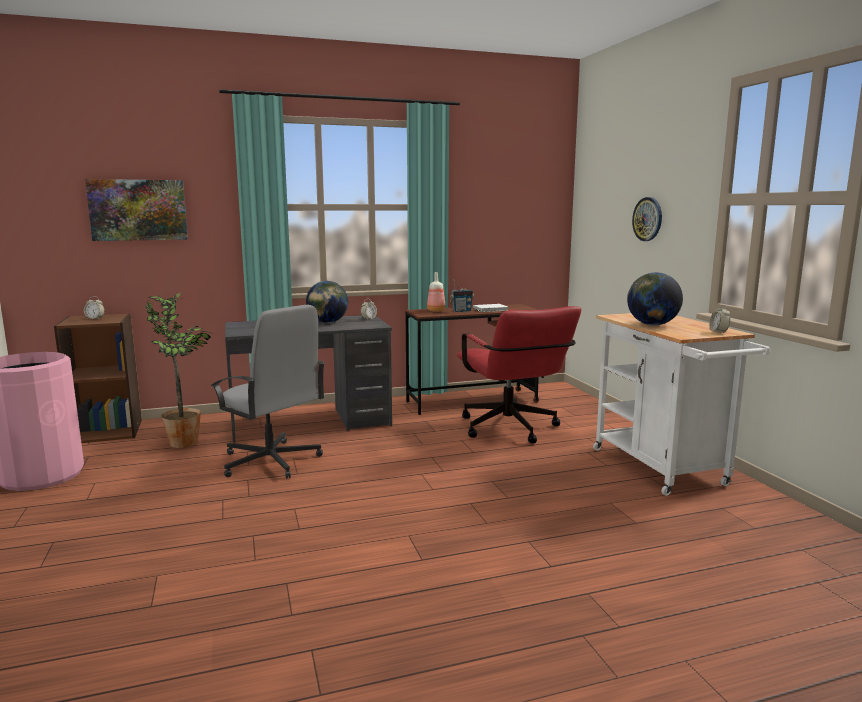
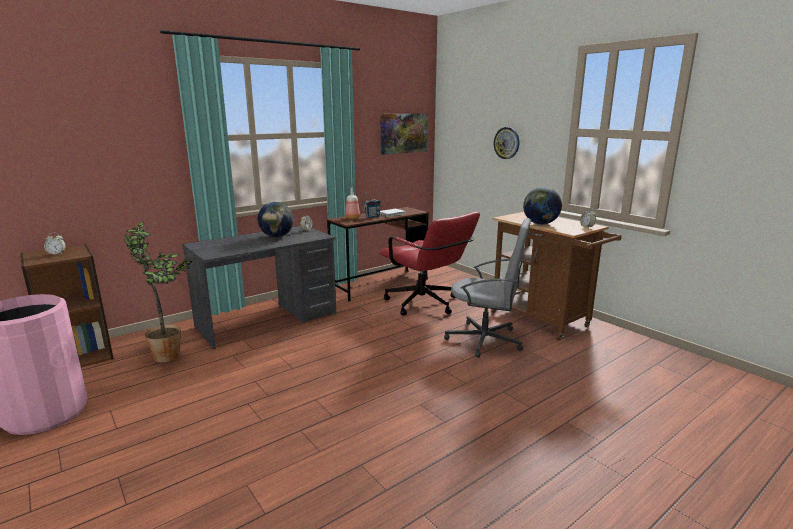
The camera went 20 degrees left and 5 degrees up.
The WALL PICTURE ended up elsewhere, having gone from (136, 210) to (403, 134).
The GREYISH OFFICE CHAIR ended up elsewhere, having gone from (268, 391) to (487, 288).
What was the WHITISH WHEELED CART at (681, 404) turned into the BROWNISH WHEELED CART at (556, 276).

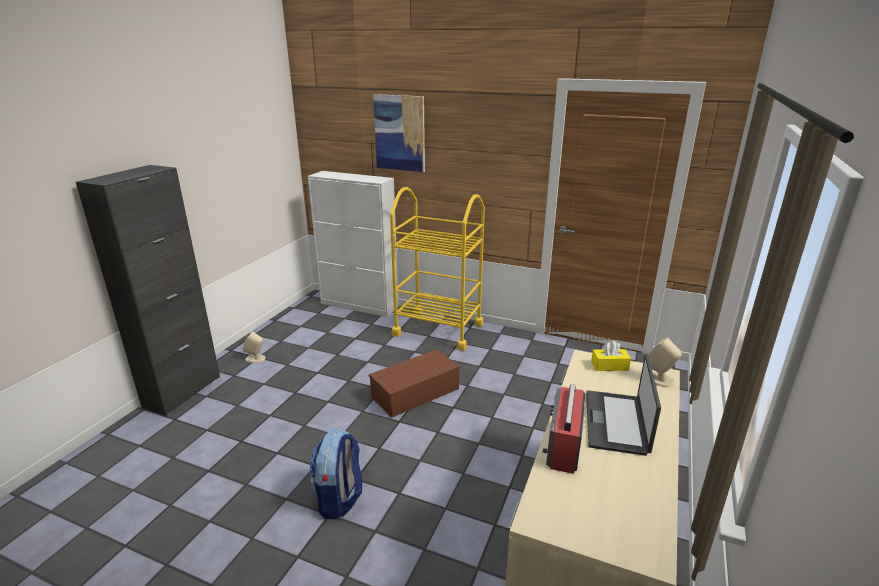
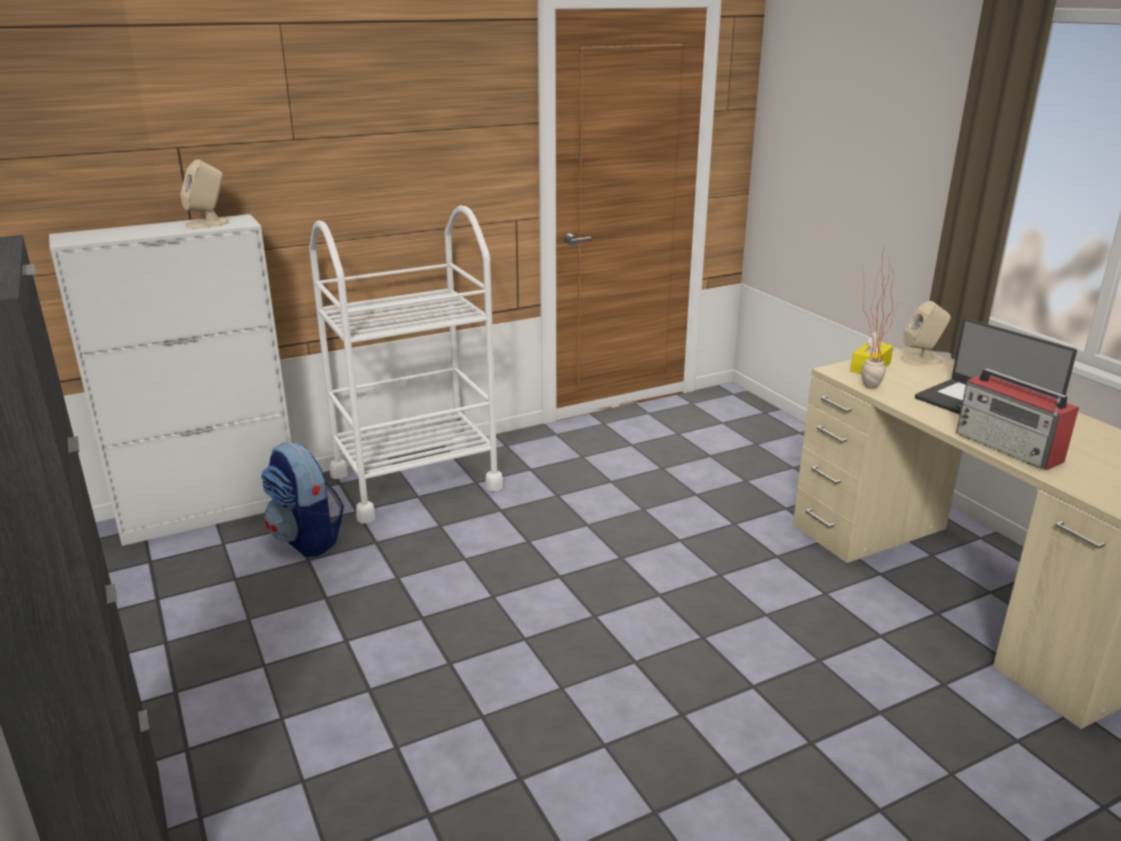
The camera went 50 degrees left and 0 degrees up.
The BEIGE-COLOURED AUDIO SPEAKER ended up elsewhere, having gone from (254, 347) to (204, 193).
The RUCKSACK ended up elsewhere, having gone from (336, 473) to (302, 499).
The second view lost the BROWNISH STORAGE BIN at (414, 383).
The second view lost the WALL PICTURE at (399, 133).
What was the YELLOW-COLOURED WHEELED CART at (437, 269) turned into the WHITISH WHEELED CART at (406, 365).
The second view gained the POTTED PLANT at (880, 319).

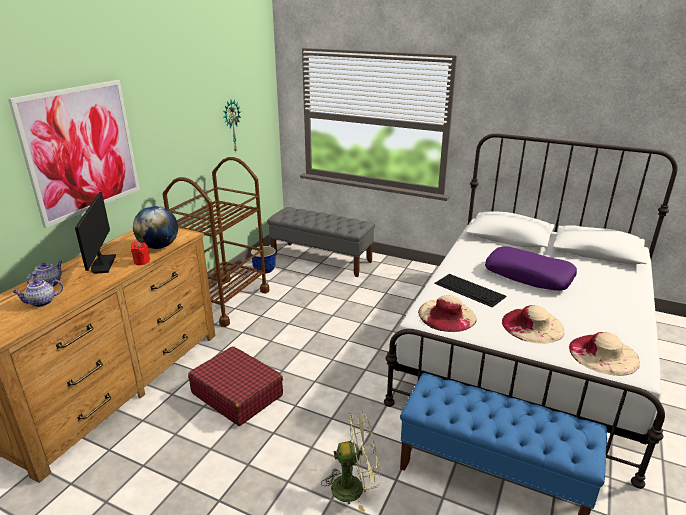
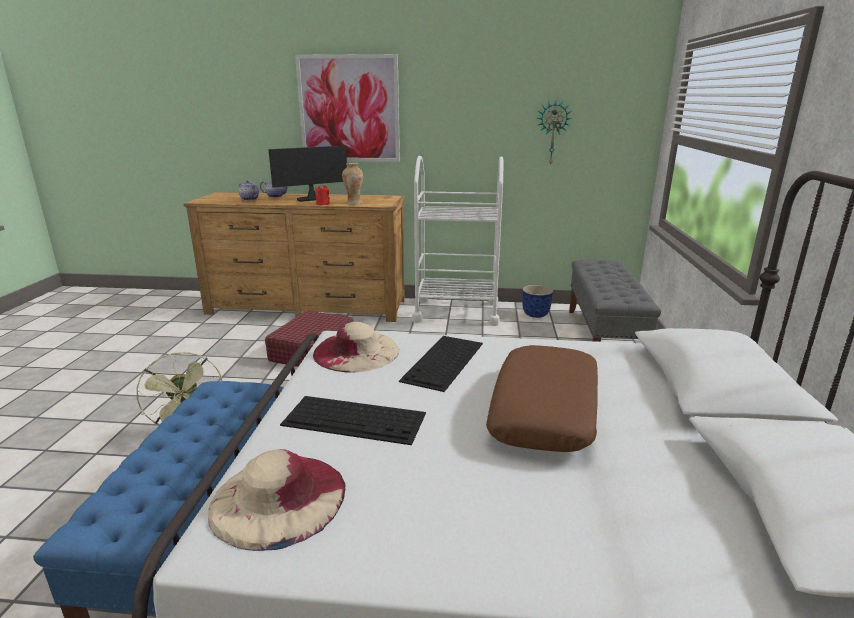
The camera went 70 degrees right and 5 degrees down.
Where the WORLD GLOBE stood at (155, 227), the VASE came to stand at (352, 184).
What was the BROWNISH WHEELED CART at (216, 242) turned into the WHITISH WHEELED CART at (457, 241).
What was the PURPLE CUSHION at (531, 268) turned into the BROWNISH CUSHION at (542, 398).
Where the BEIGE-COLOURED WEARABLE HAT stood at (533, 324), the KEYBOARD came to stand at (353, 420).

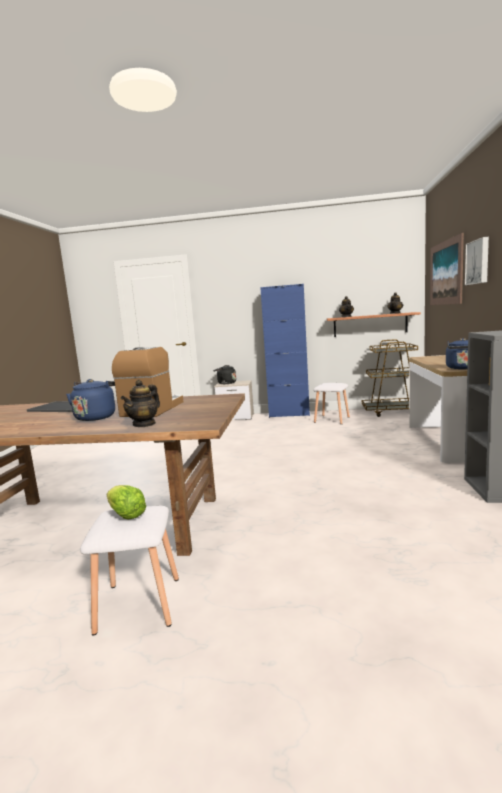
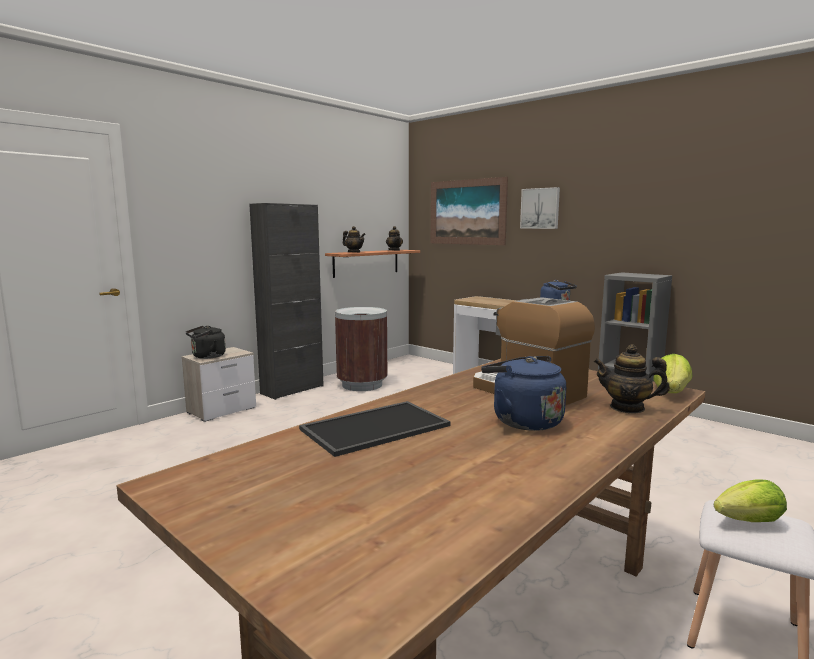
The camera went 55 degrees left and 0 degrees up.
The TEA POT at (140, 403) ended up facing another way, 135 degrees clockwise from before.
What was the BLUE-COLOURED STORAGE CABINET at (285, 351) turned into the BLACK STORAGE CABINET at (286, 301).
Where the WHITISH STOOL SEAT stood at (331, 403), the BROWNISH WASTE BIN came to stand at (361, 349).
The second view lost the BROWNISH WHEELED CART at (390, 378).
The second view gained the LETTUCE at (672, 373).

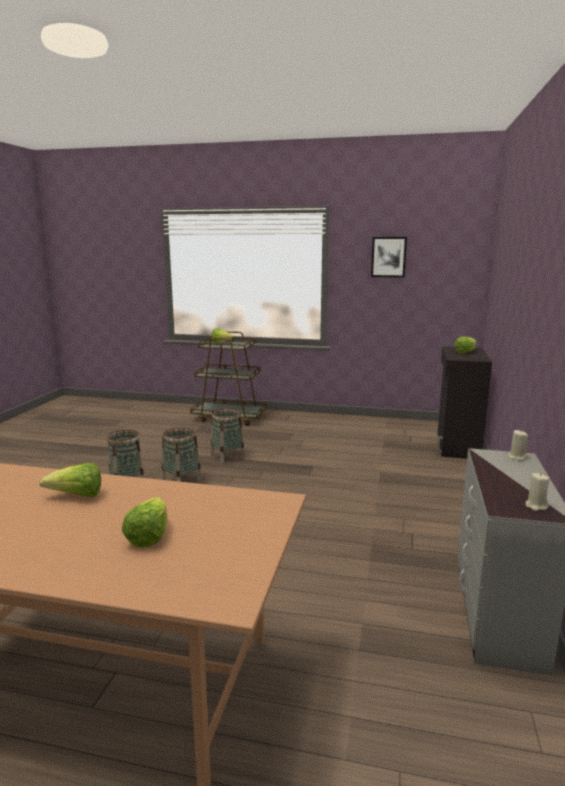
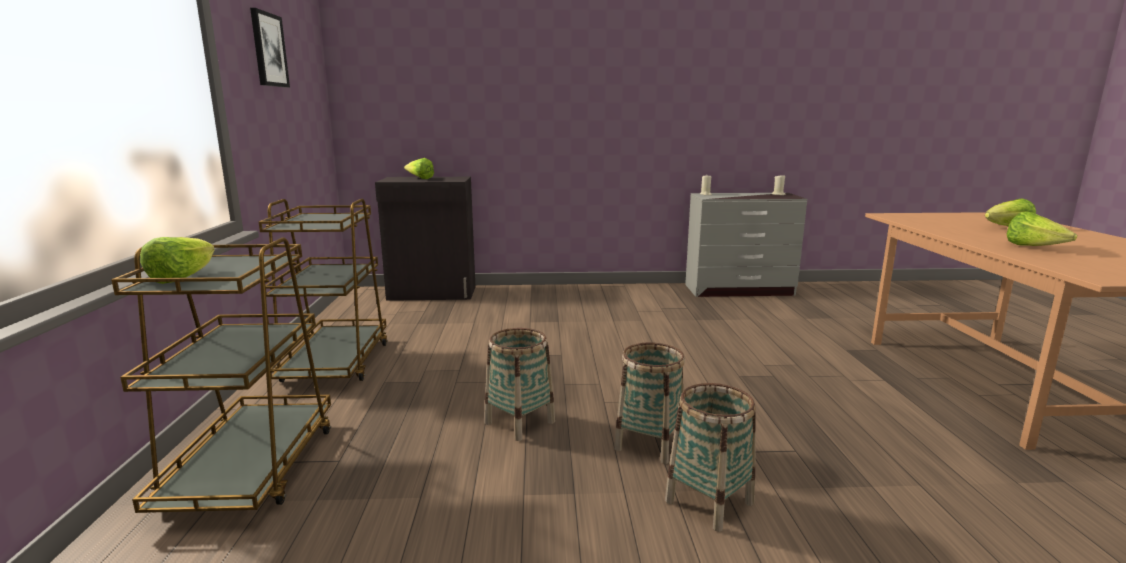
The camera went 105 degrees left and 0 degrees up.
The second view gained the BROWNISH WHEELED CART at (323, 290).

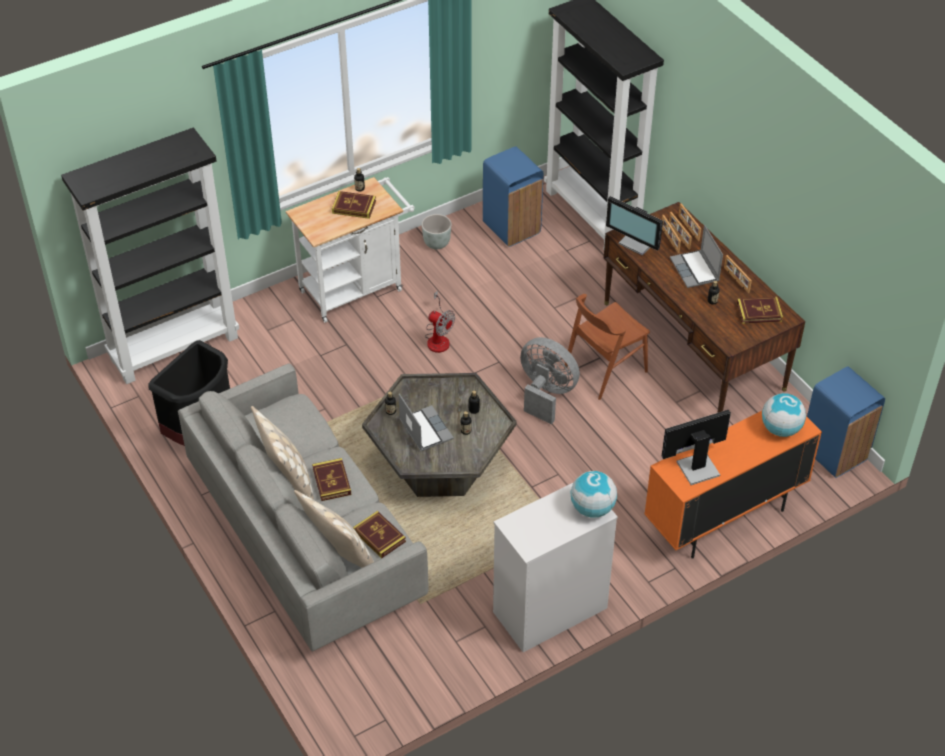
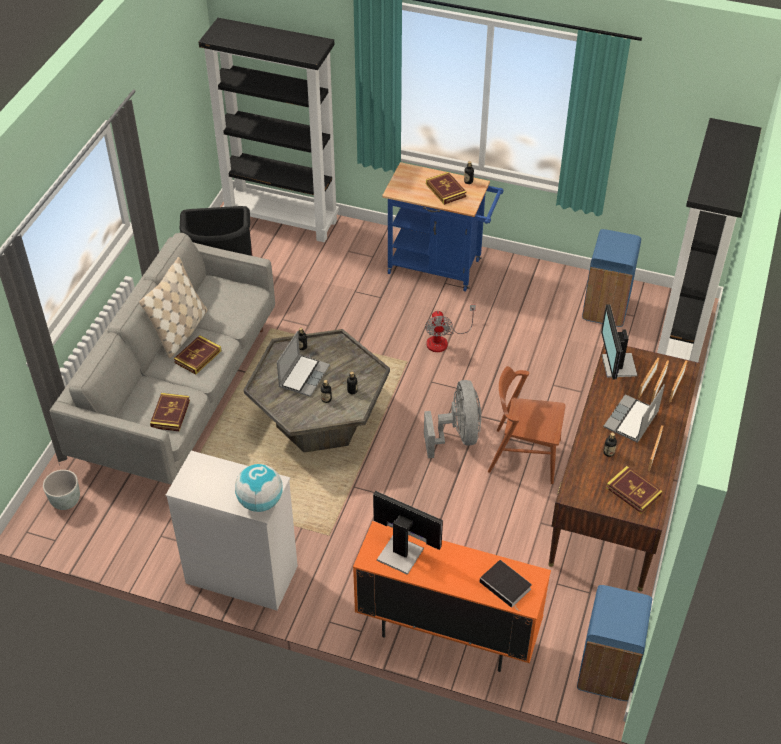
The camera went 50 degrees right and 0 degrees up.
What was the WHITISH WHEELED CART at (350, 250) turned into the BLUE-COLOURED WHEELED CART at (443, 226).
The second view lost the BEIGE-COLOURED CUSHION at (334, 529).
The GREYISH FLOWER POT ended up elsewhere, having gone from (436, 231) to (61, 490).
Where the WORLD GLOBE stood at (784, 415), the BOOK came to stand at (506, 585).

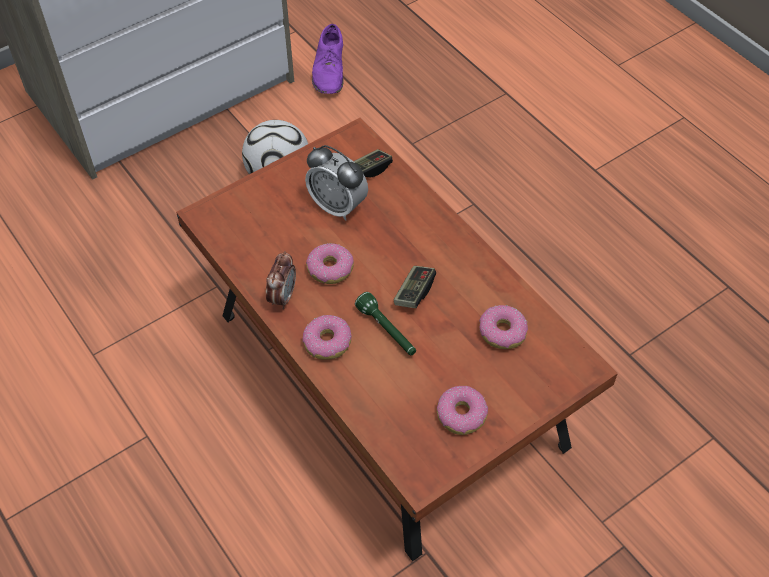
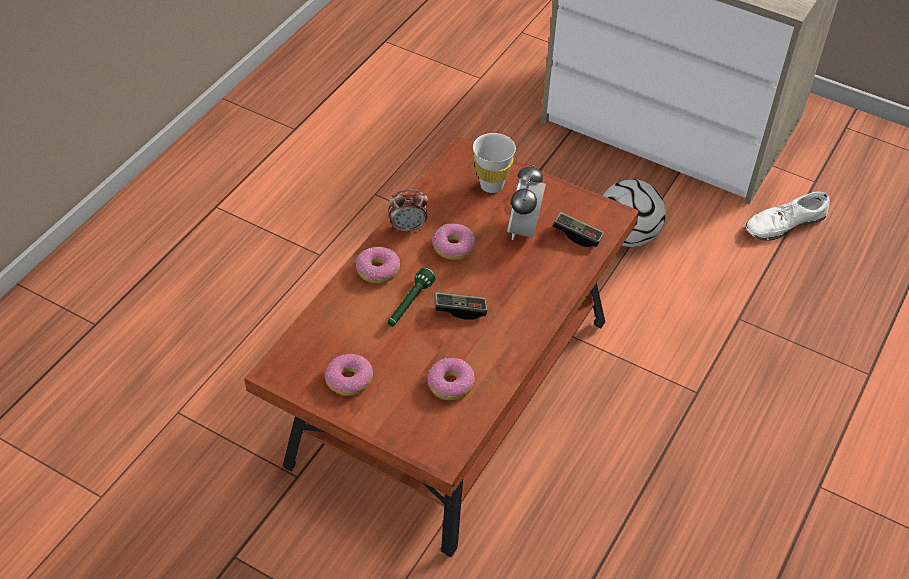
The camera went 65 degrees right and 5 degrees down.
What was the PURPLE ITEM OF FOOTWEAR at (328, 59) turned into the WHITISH ITEM OF FOOTWEAR at (787, 216).
The second view gained the WHITISH SMALL CUP at (494, 163).

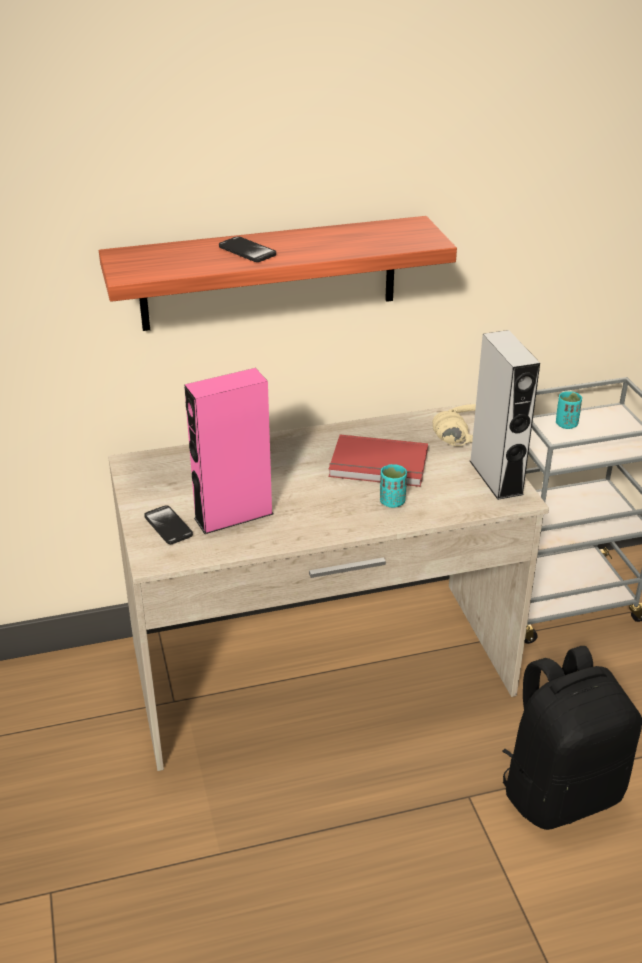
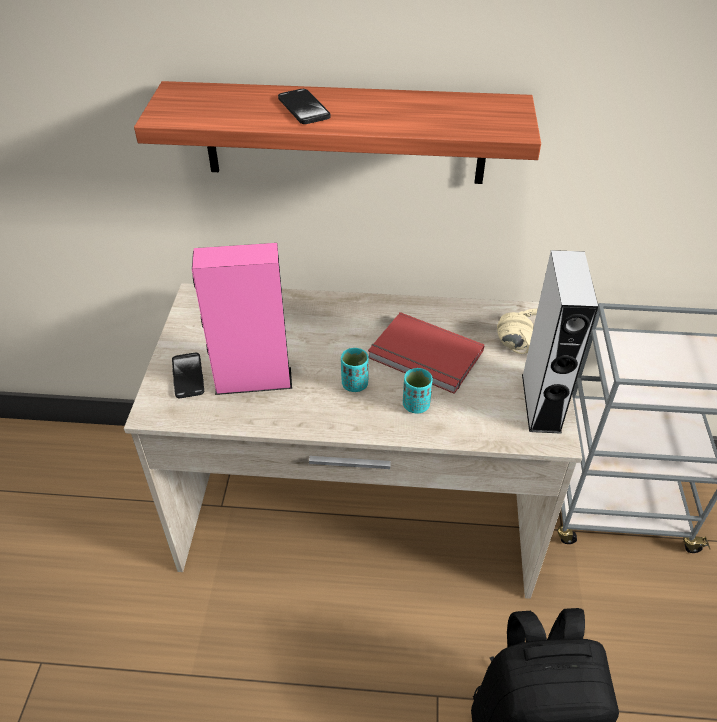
The camera went 20 degrees right and 10 degrees up.
The BLUE-GREEN SMALL CUP ended up elsewhere, having gone from (569, 410) to (355, 370).

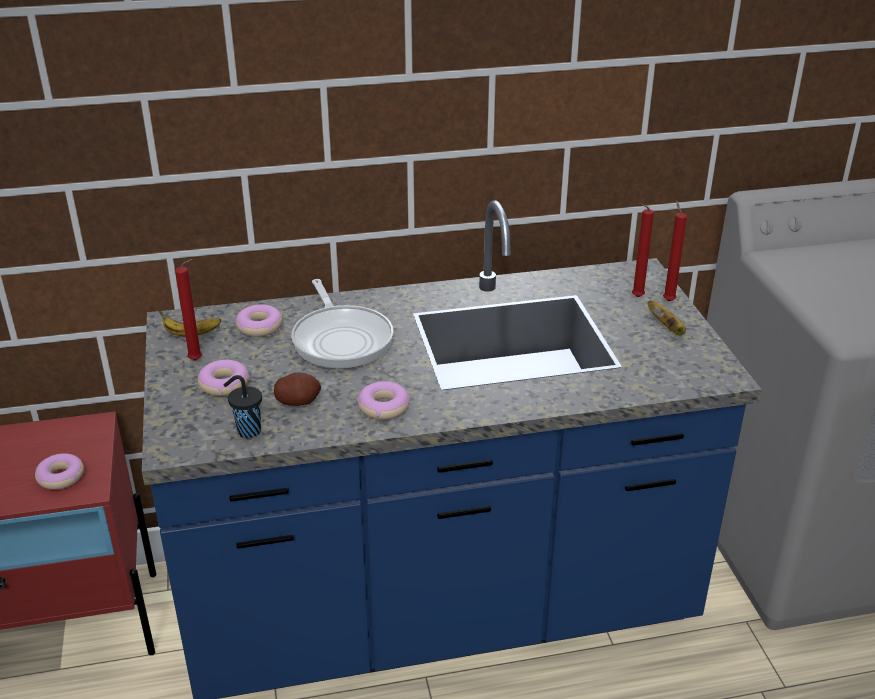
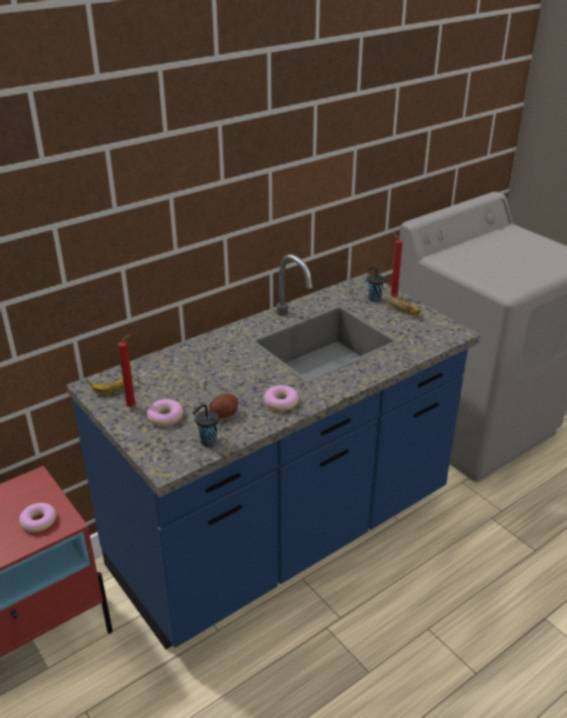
The camera went 25 degrees left and 0 degrees up.
The second view lost the DOUGHNUT at (259, 320).
The second view lost the FRYING PAN at (342, 324).
Where the RED CANDLE stood at (643, 250), the BLACK SMALL CUP came to stand at (376, 284).

